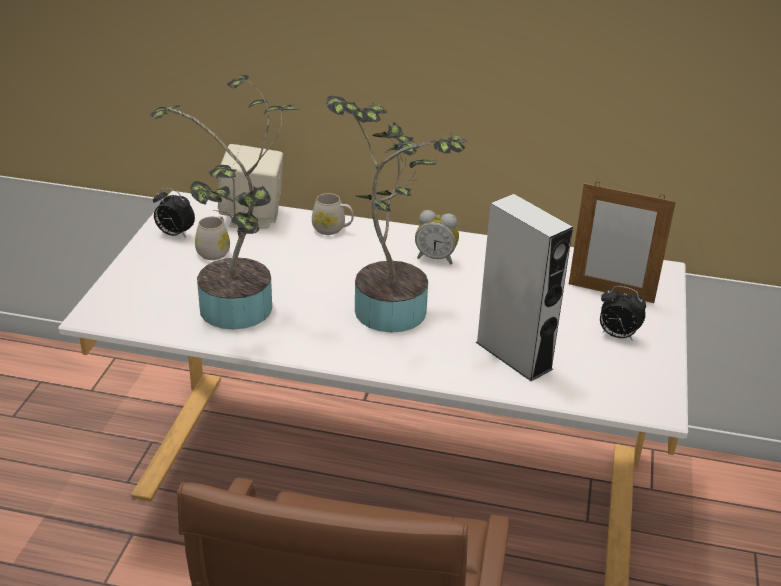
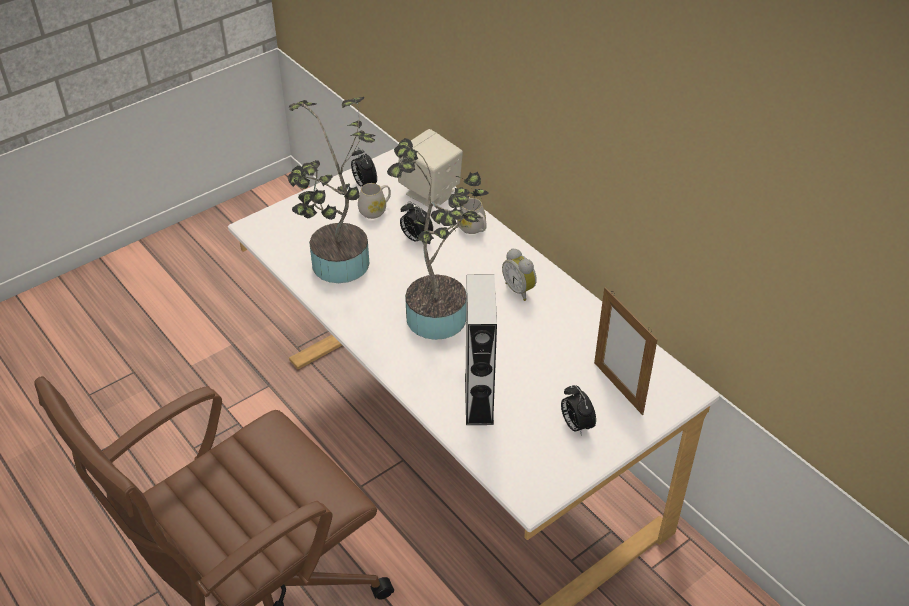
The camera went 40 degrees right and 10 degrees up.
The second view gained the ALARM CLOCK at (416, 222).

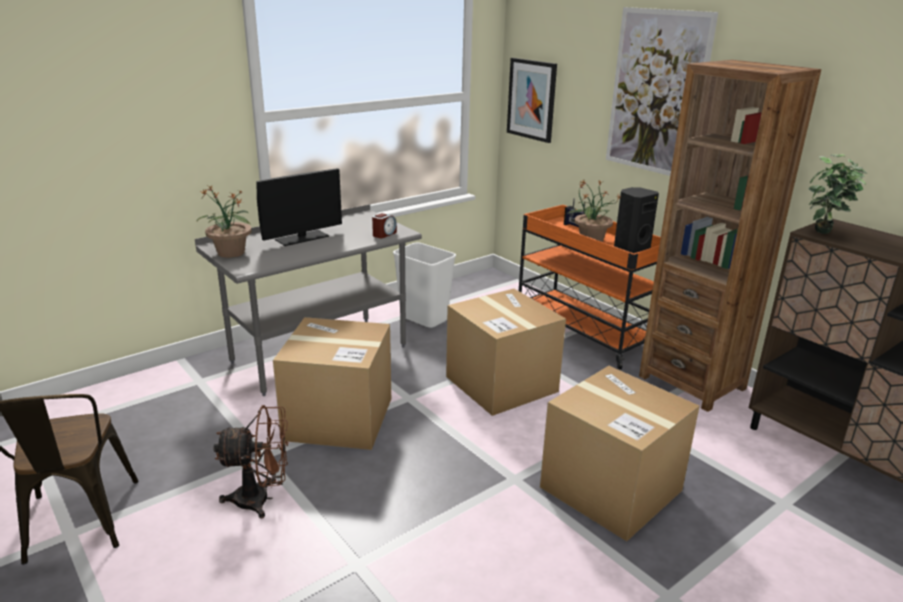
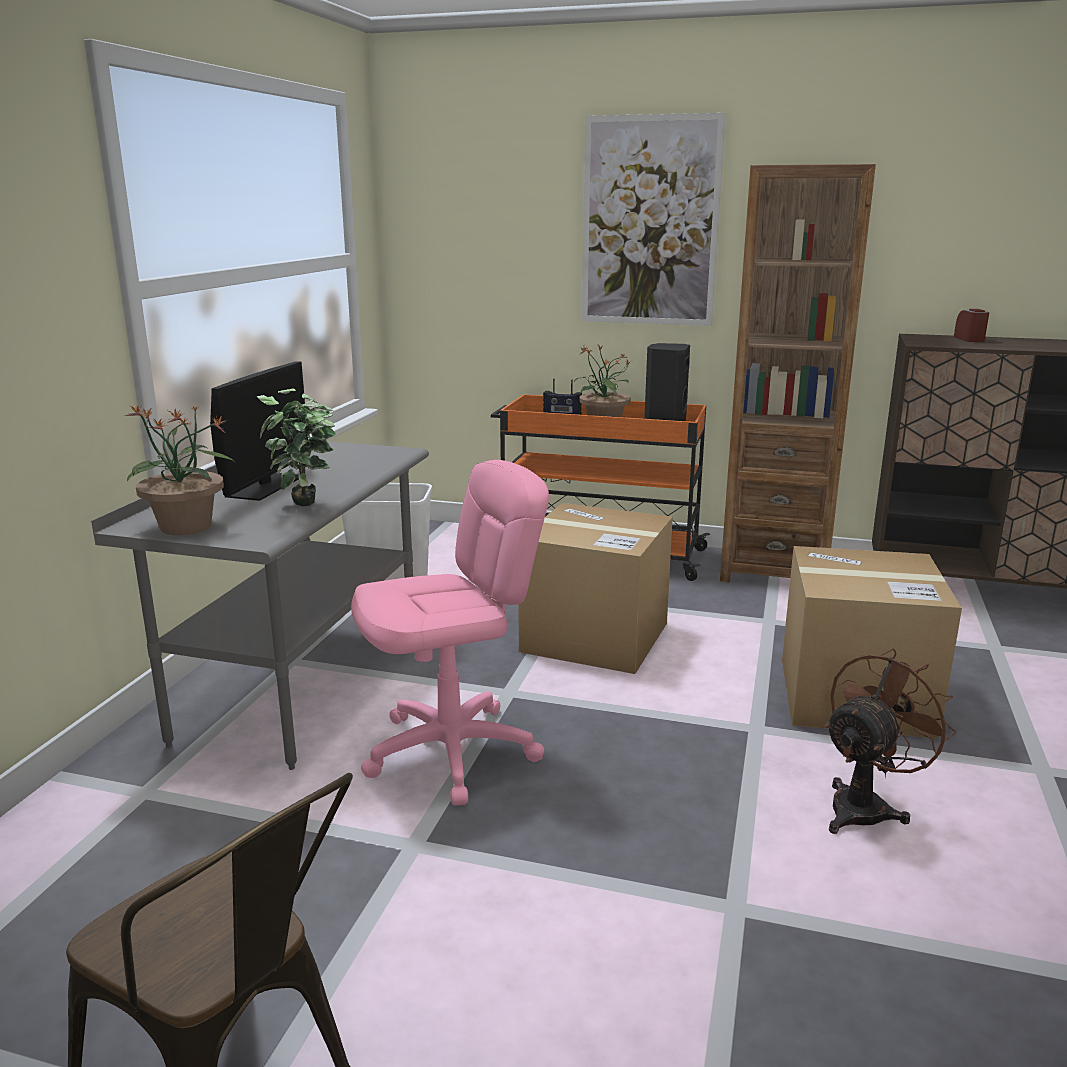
The camera went 35 degrees left and 5 degrees down.
The BROWNISH ELECTRIC FAN ended up elsewhere, having gone from (251, 462) to (891, 741).
Where the CARDBOARD BOX stood at (332, 383), the PINK-COLOURED OFFICE CHAIR came to stand at (450, 633).
The ALARM CLOCK ended up elsewhere, having gone from (384, 225) to (971, 325).
The second view lost the WALL PICTURE at (532, 100).
The POTTED PLANT ended up elsewhere, having gone from (838, 194) to (296, 447).

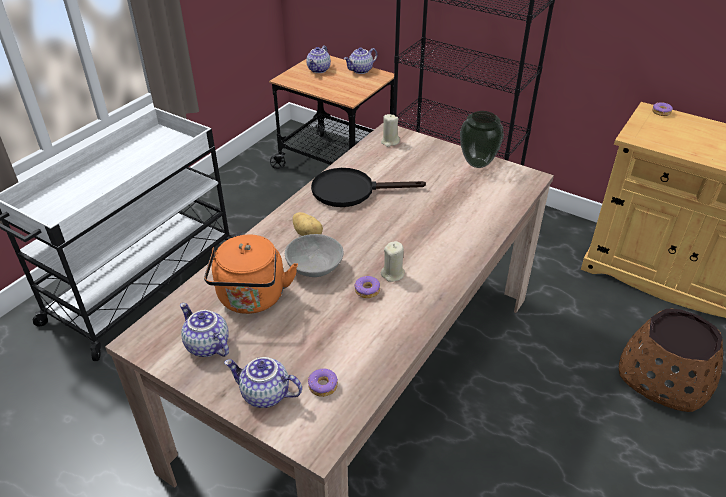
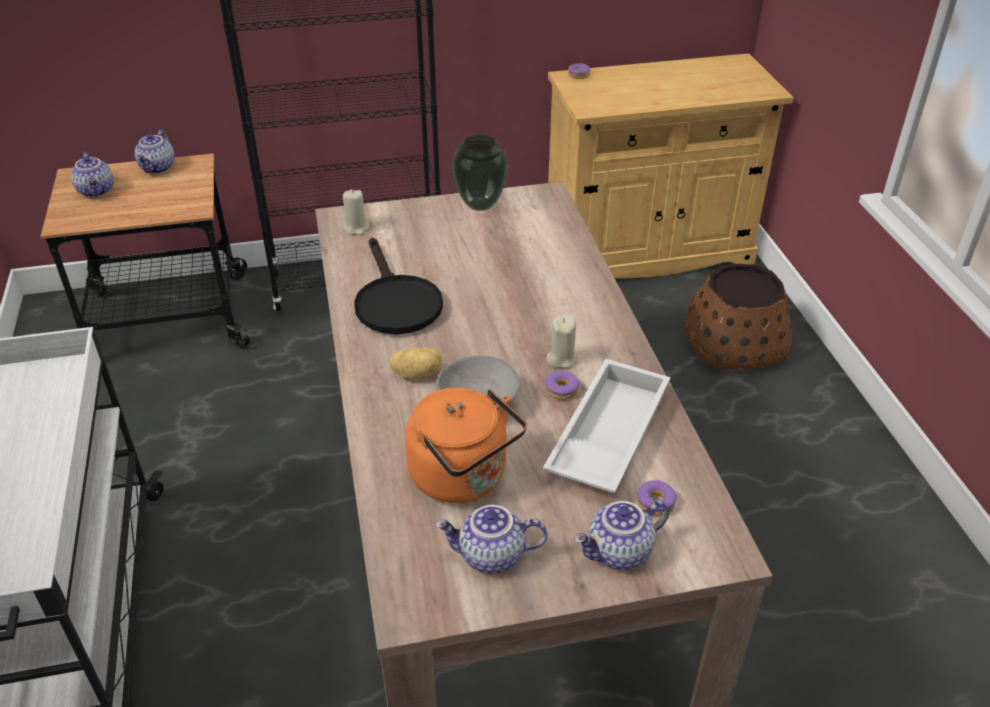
The camera went 45 degrees left and 0 degrees up.
The BLACK FRYING PAN at (368, 187) ended up facing another way, 60 degrees counterclockwise from before.
The second view gained the WHITISH CARRYING TRAY at (607, 426).

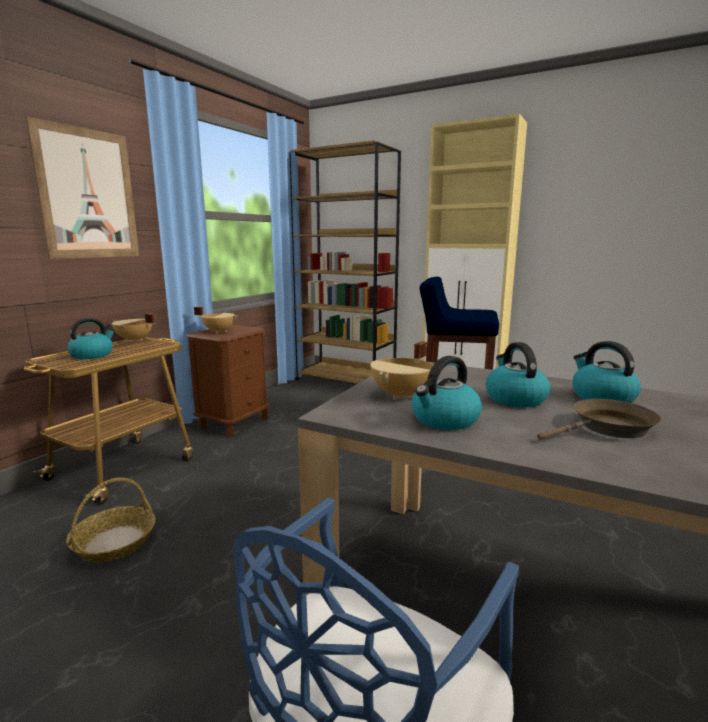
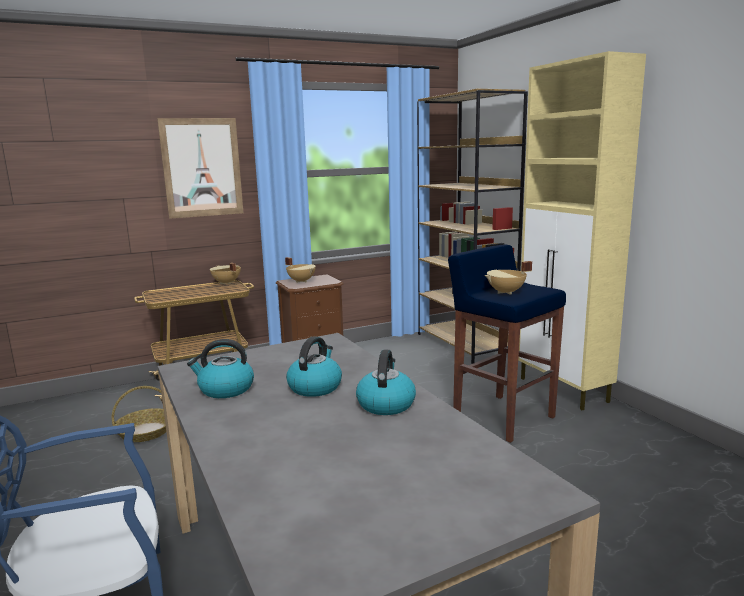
The camera went 35 degrees right and 0 degrees up.
The second view lost the KETTLE at (91, 338).
The BEIGE-COLOURED STOCKPOT ended up elsewhere, having gone from (401, 370) to (508, 278).
The second view lost the BROWNISH FRYING PAN at (599, 419).

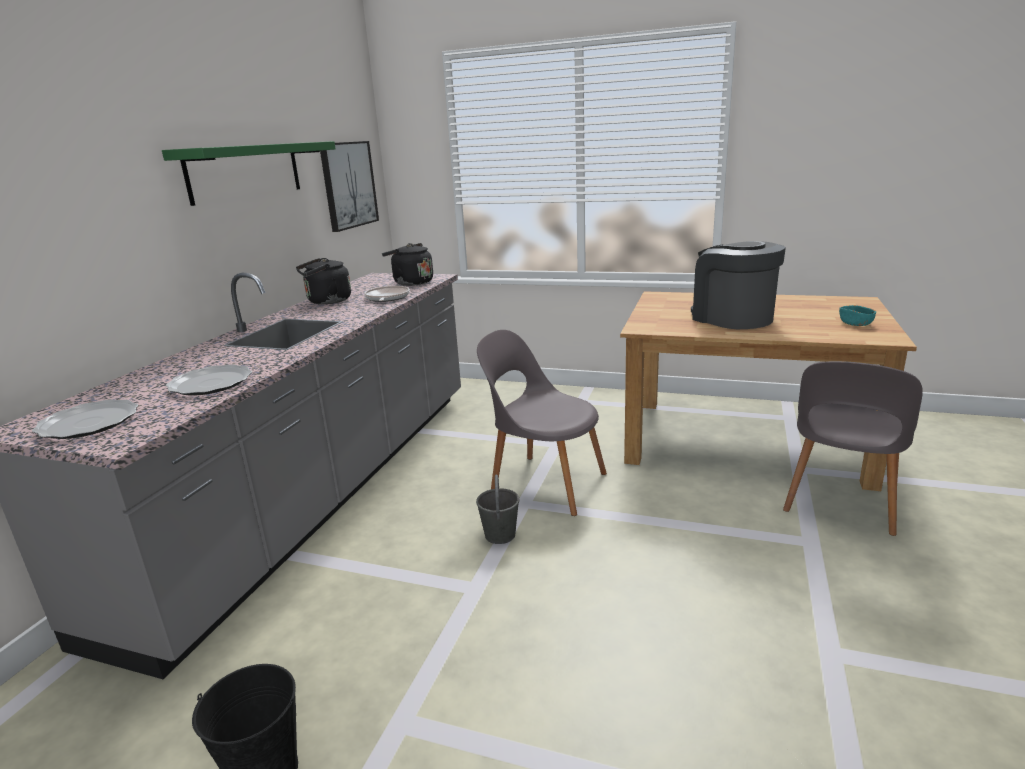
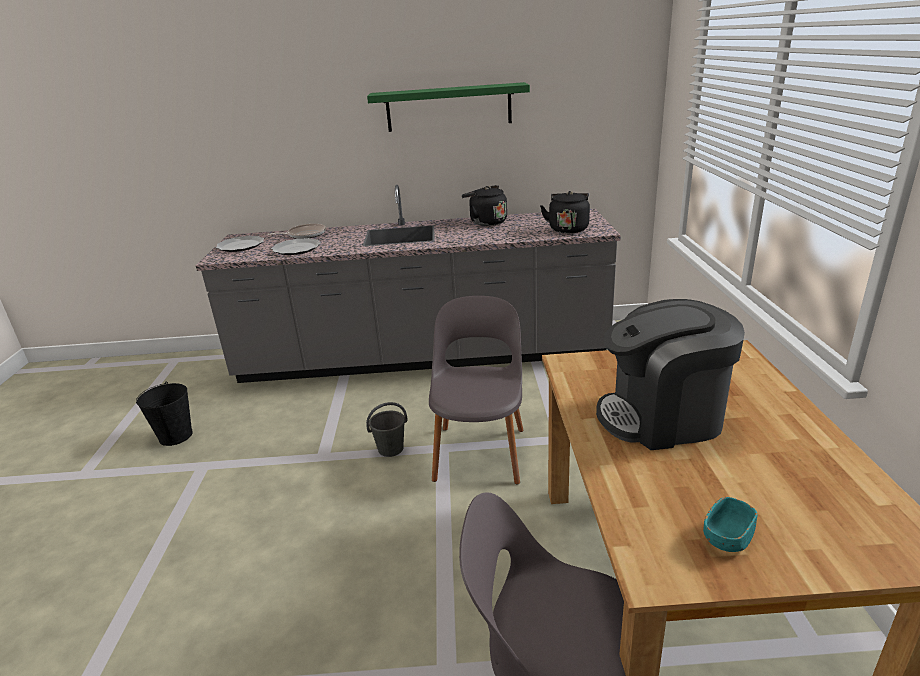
The camera went 70 degrees right and 5 degrees up.
The second view lost the WALL PICTURE at (349, 186).
The FRYING PAN ended up elsewhere, having gone from (387, 294) to (297, 231).
The COFFEE MAKER at (738, 285) ended up facing another way, 135 degrees counterclockwise from before.

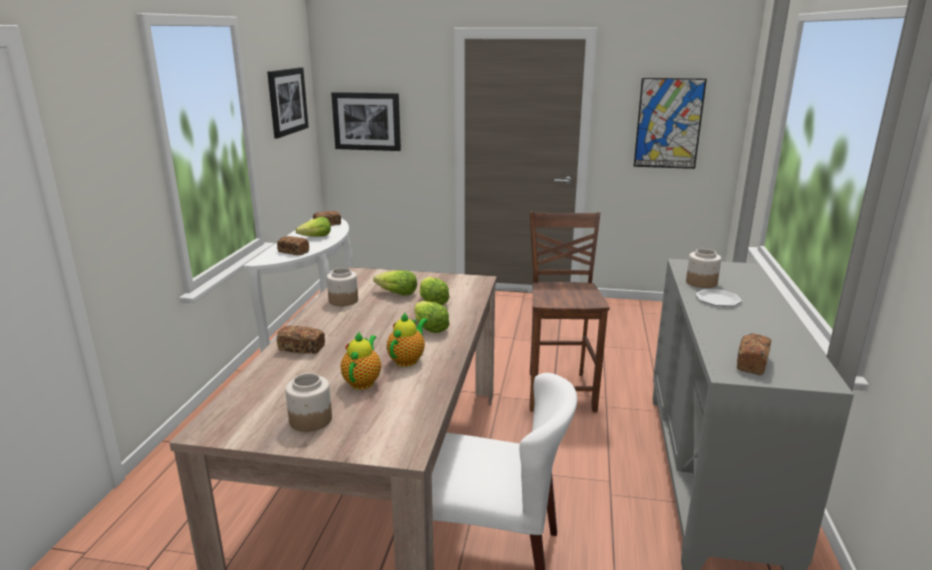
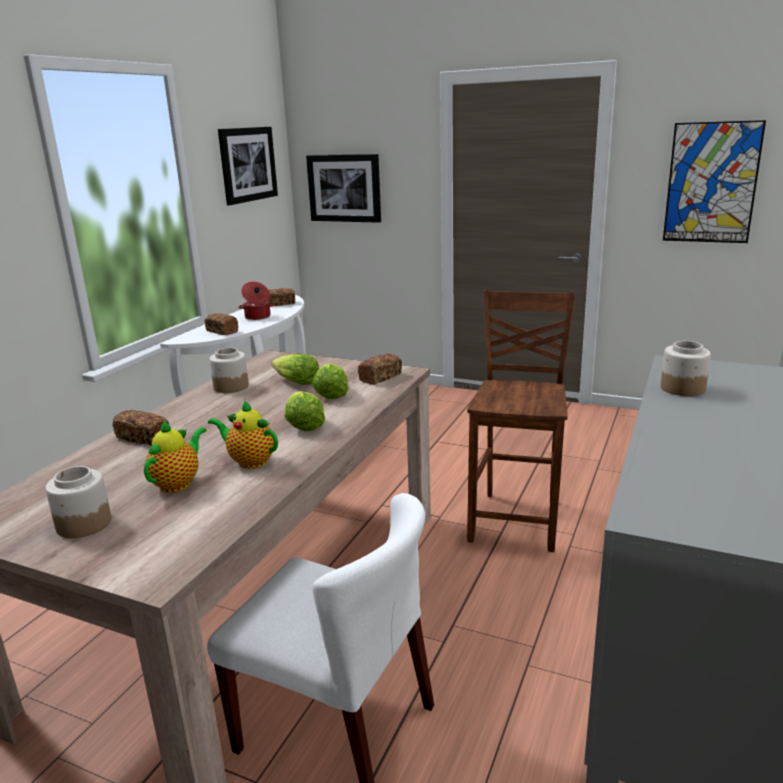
The camera went 15 degrees right and 0 degrees up.
Where the LETTUCE stood at (313, 227), the STOCKPOT came to stand at (256, 301).
The TEA POT at (407, 339) ended up facing another way, 105 degrees counterclockwise from before.
The second view lost the FLAT DISH at (718, 297).
The BAKERY BREAD ended up elsewhere, having gone from (754, 354) to (380, 369).

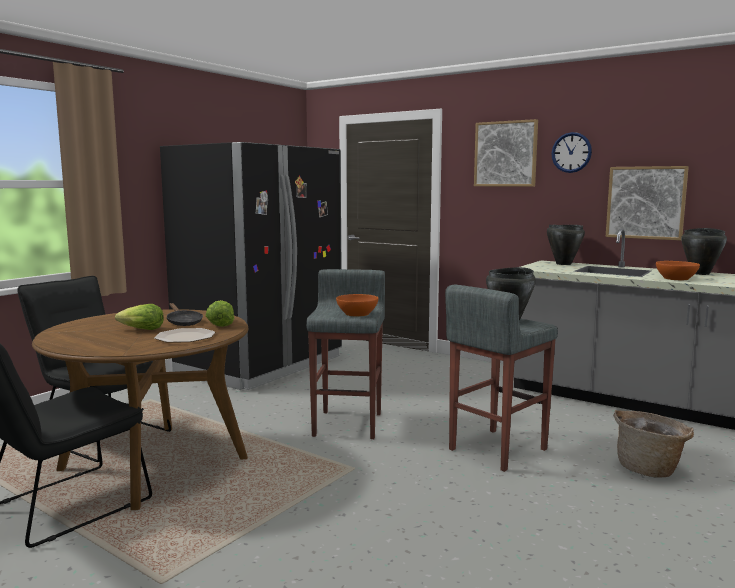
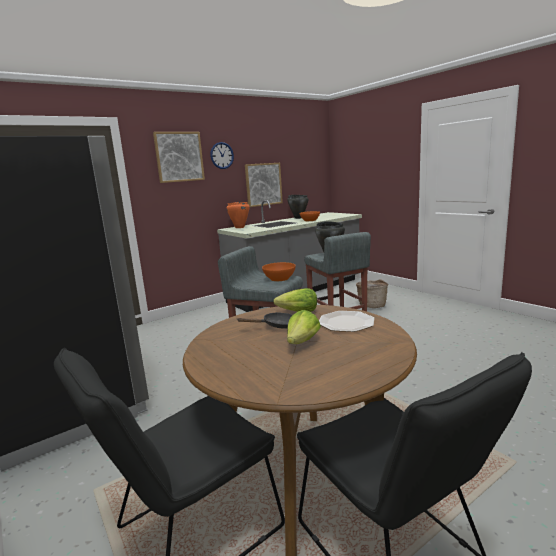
The camera went 70 degrees left and 5 degrees up.
What was the BLACK STOCKPOT at (566, 245) turned into the ORANGEY STOCKPOT at (238, 215).

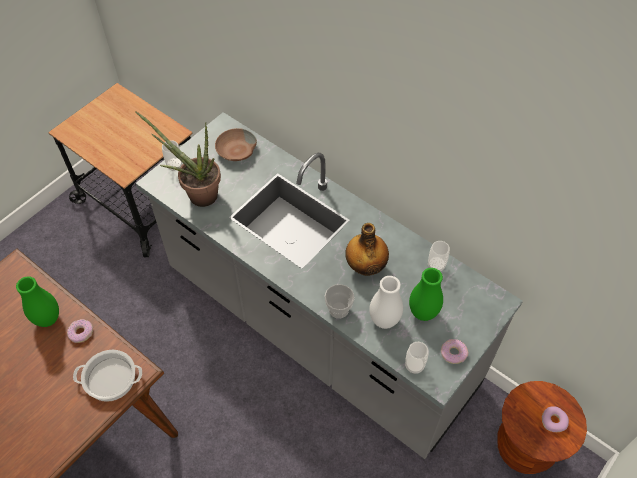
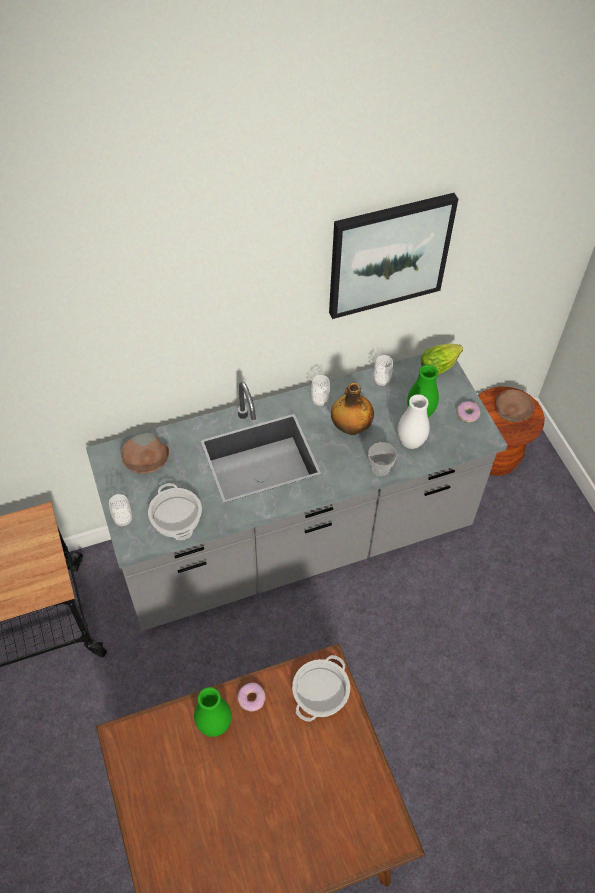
The camera went 60 degrees left and 0 degrees up.
Where the POTTED PLANT stood at (178, 159), the STOCKPOT came to stand at (175, 511).
The SMALL CUP ended up elsewhere, having gone from (417, 358) to (320, 391).
Where the DOUGHNUT stood at (555, 419), the BROWNISH BOWL came to stand at (514, 405).
The second view gained the WALL PICTURE at (393, 256).
The second view gained the LETTUCE at (442, 359).

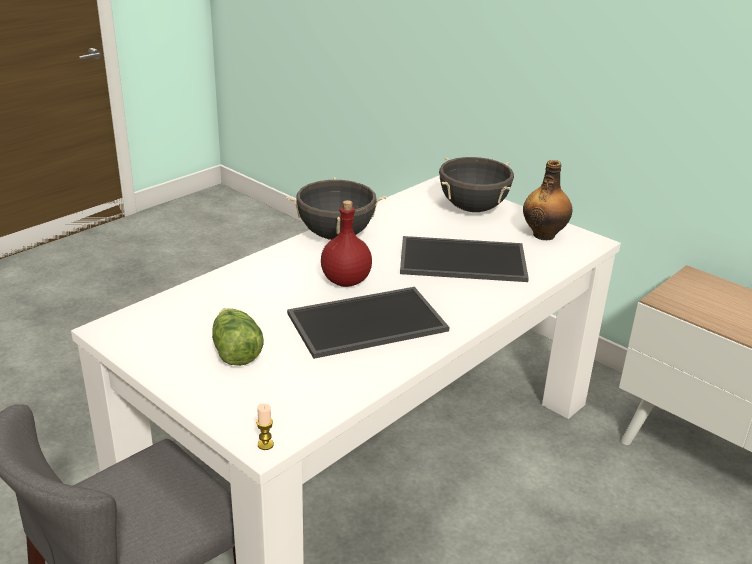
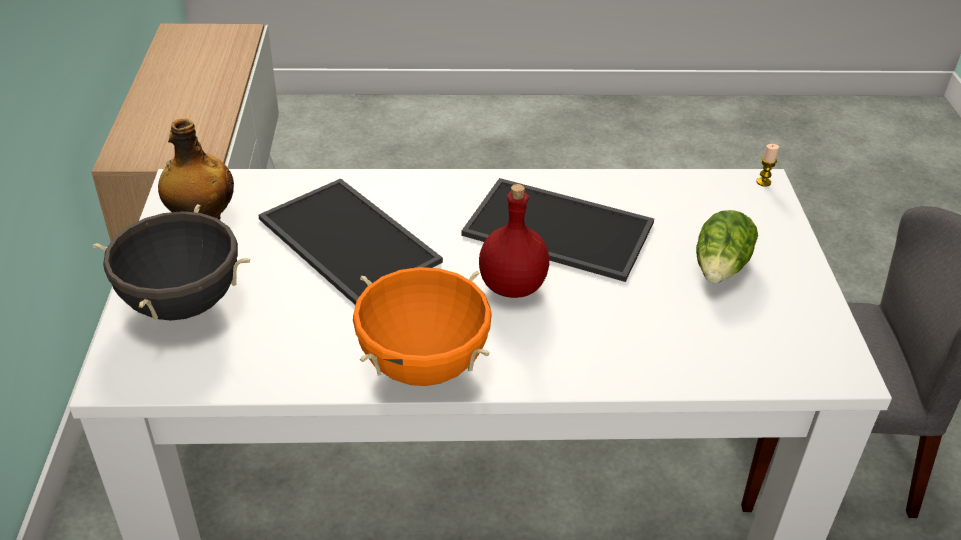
The camera went 135 degrees left and 10 degrees up.
What was the BLACK STOCKPOT at (336, 208) turned into the ORANGEY STOCKPOT at (422, 326).

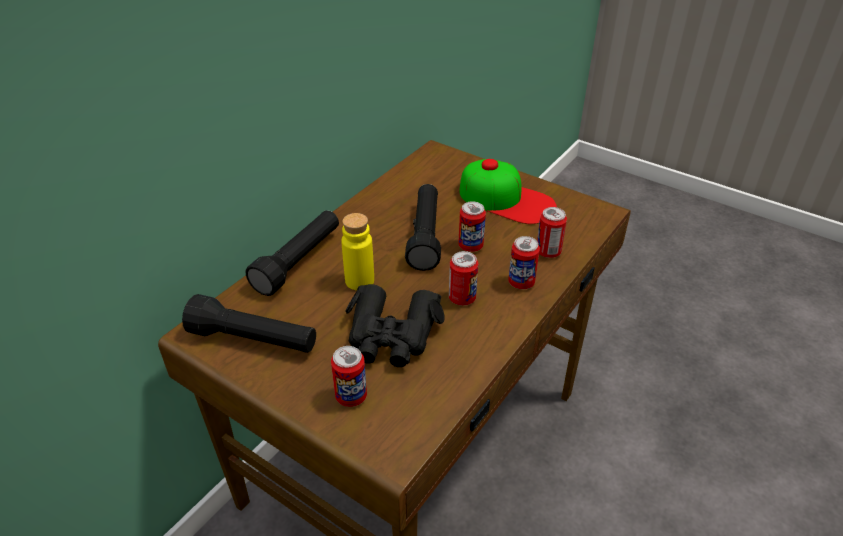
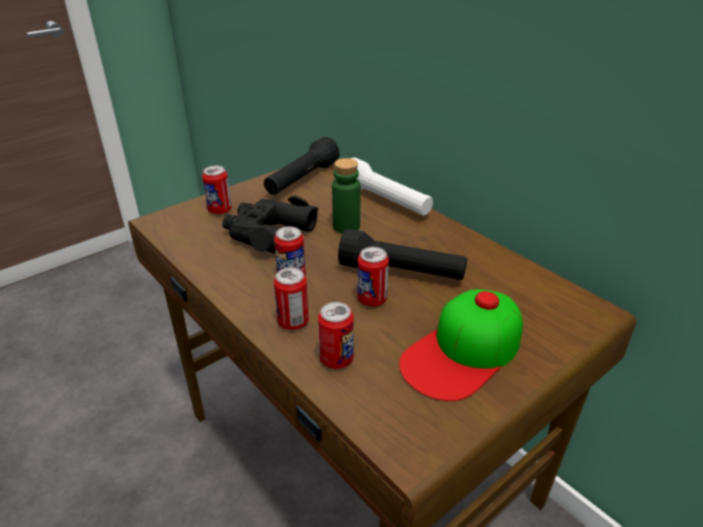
The camera went 105 degrees right and 5 degrees down.
What was the BLACK FLASHLIGHT at (292, 253) turned into the WHITISH FLASHLIGHT at (391, 187).
What was the YELLOW-COLOURED BEVERAGE BOTTLE at (357, 251) turned into the GREENISH BEVERAGE BOTTLE at (346, 196).

